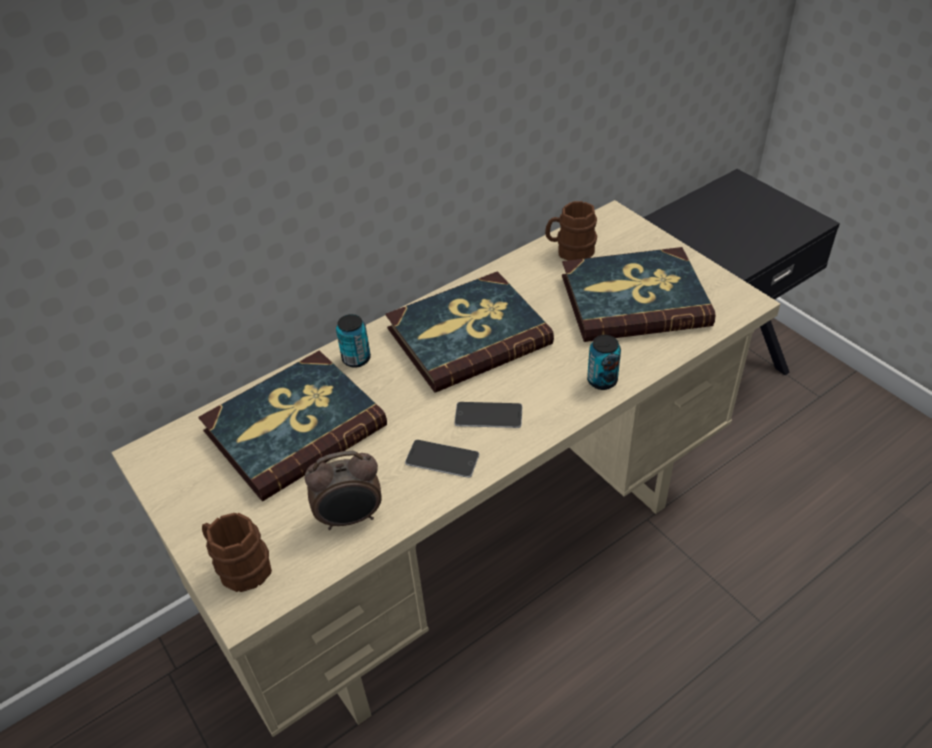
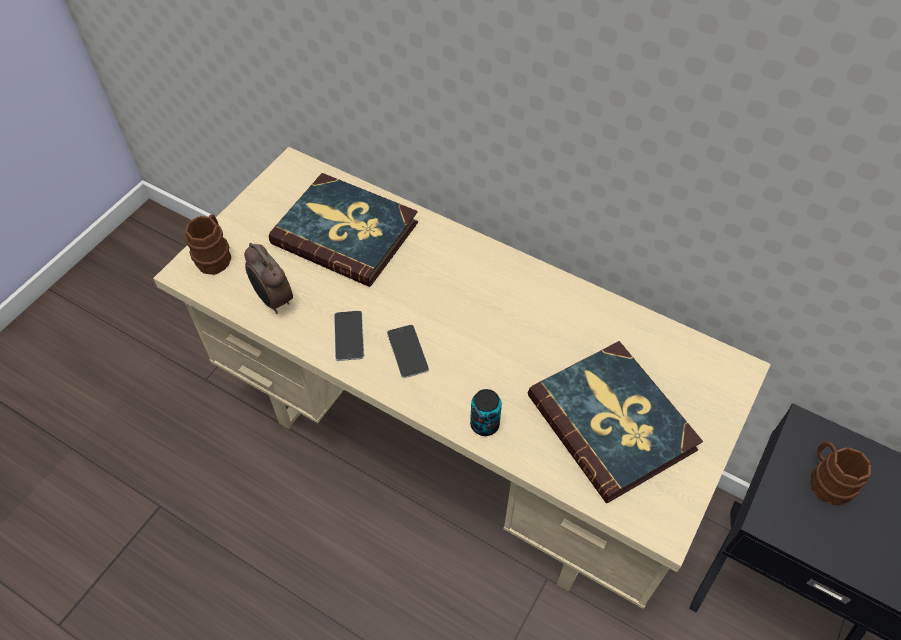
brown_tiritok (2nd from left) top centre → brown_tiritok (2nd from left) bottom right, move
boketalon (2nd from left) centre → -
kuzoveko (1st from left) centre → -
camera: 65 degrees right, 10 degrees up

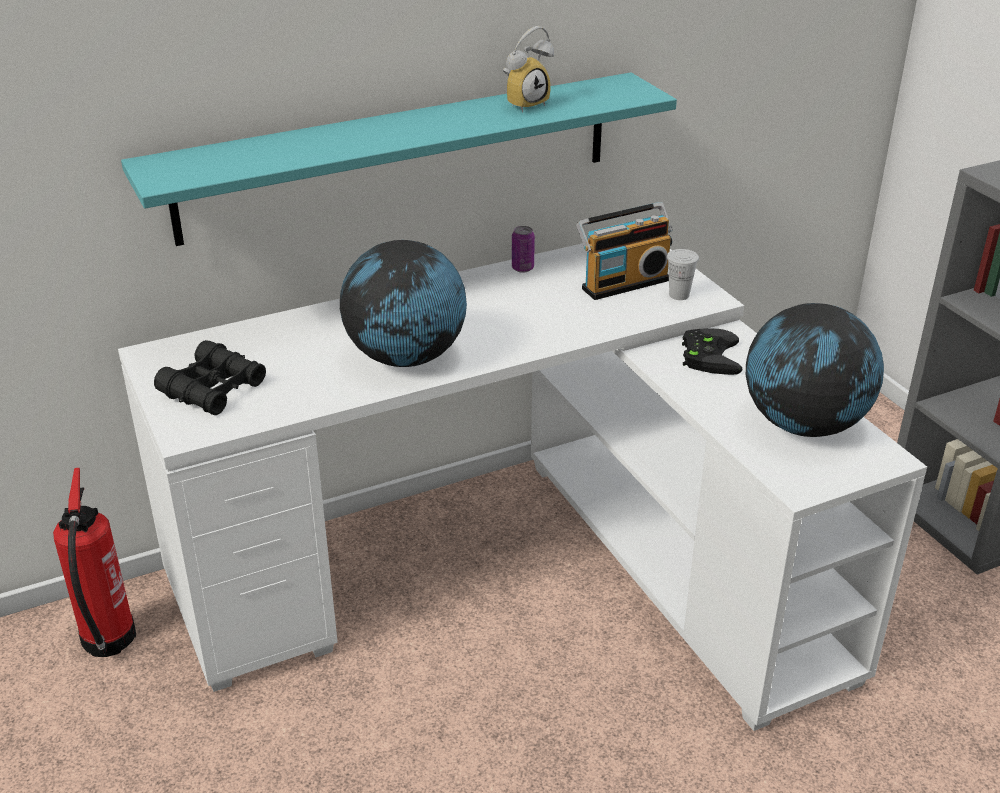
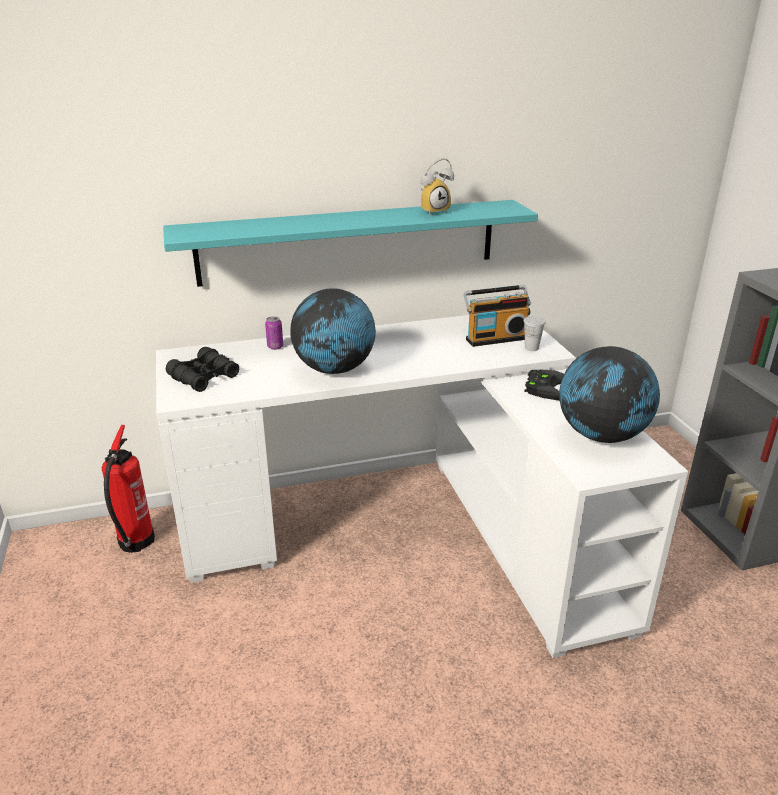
kuzoveko top centre → kuzoveko centre, move
camera: 10 degrees right, 5 degrees down

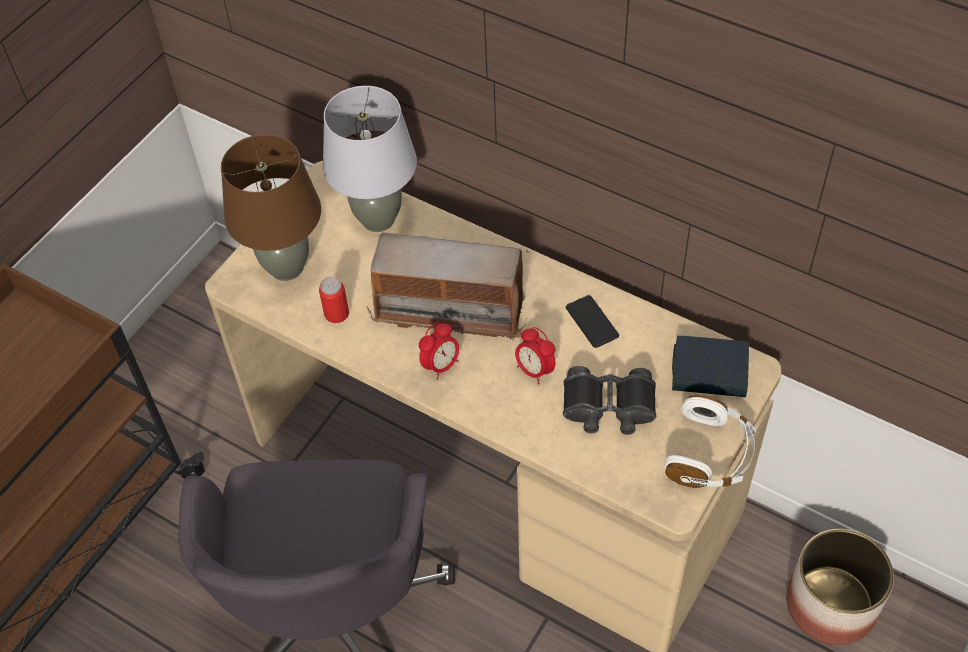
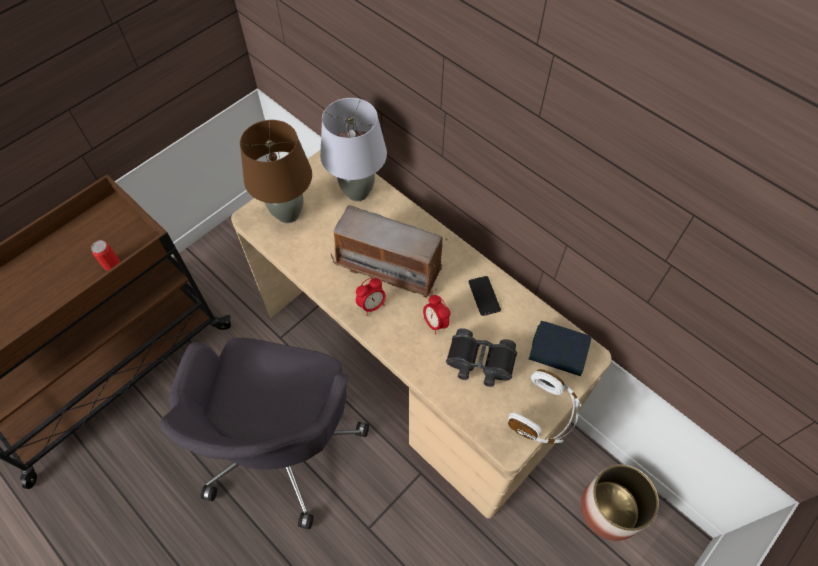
kuzoveko centre → kuzoveko middle left, move
camera: 10 degrees right, 5 degrees up

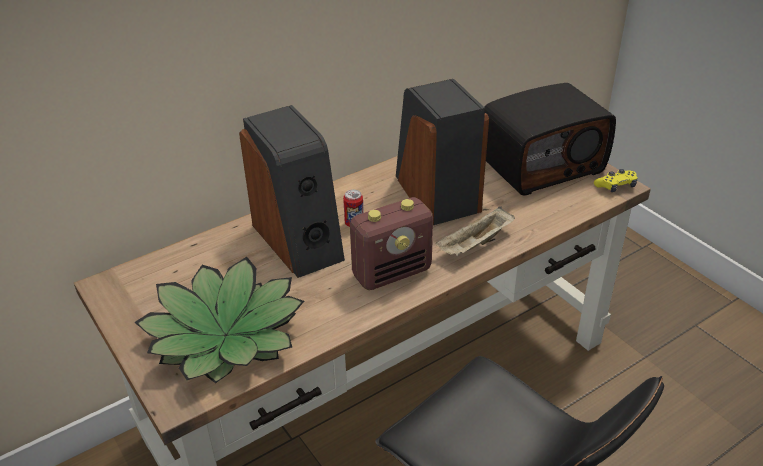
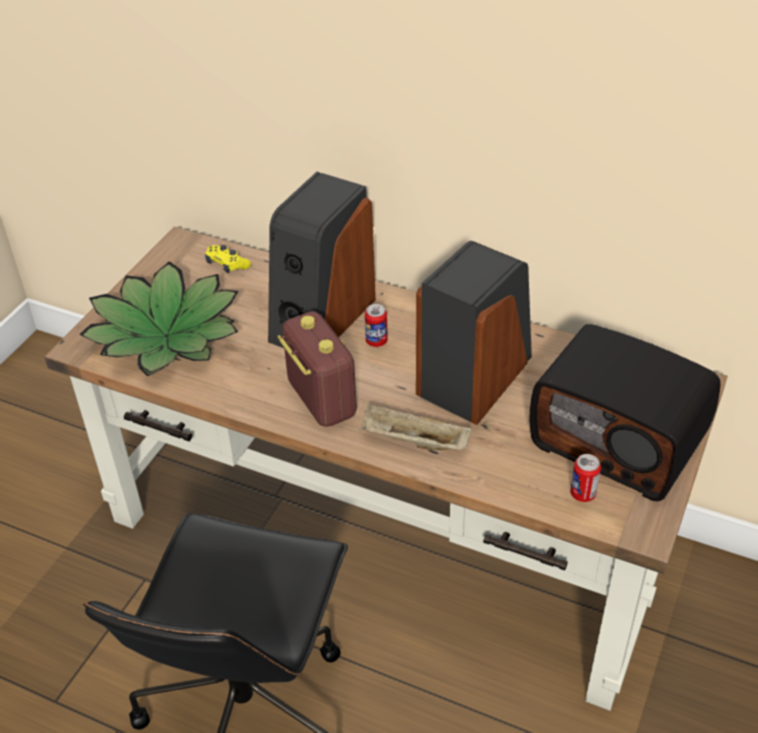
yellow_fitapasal middle right → yellow_fitapasal middle left, move
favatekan (1st from left) centre, 150 degrees counterclockwise
- → kuzoveko (2nd from left) middle right
camera: 60 degrees right, 5 degrees up

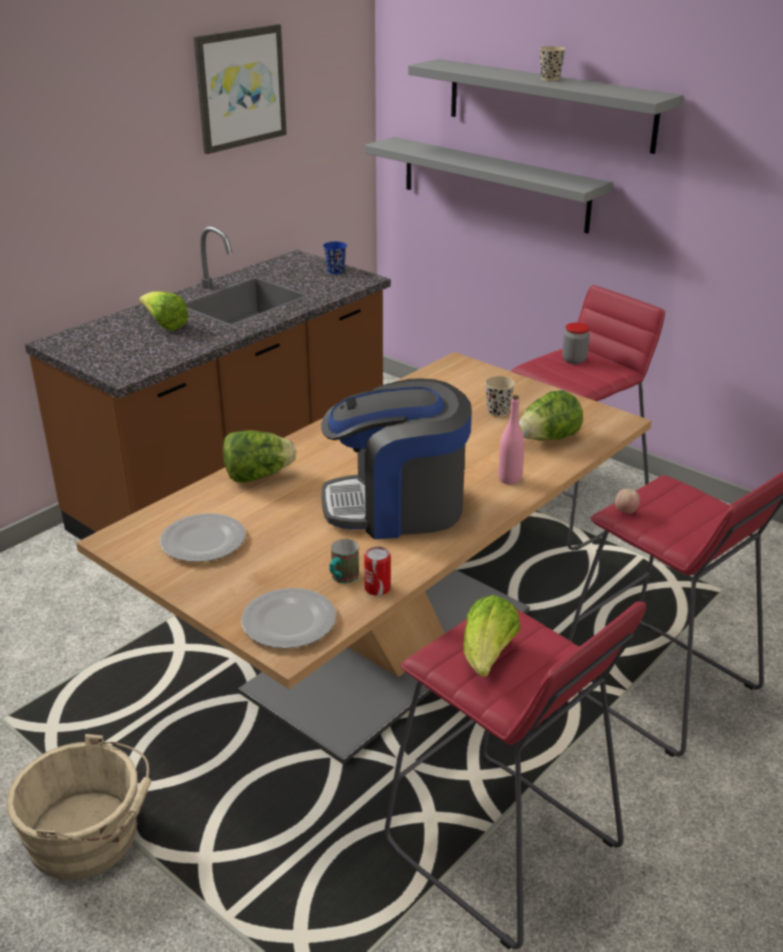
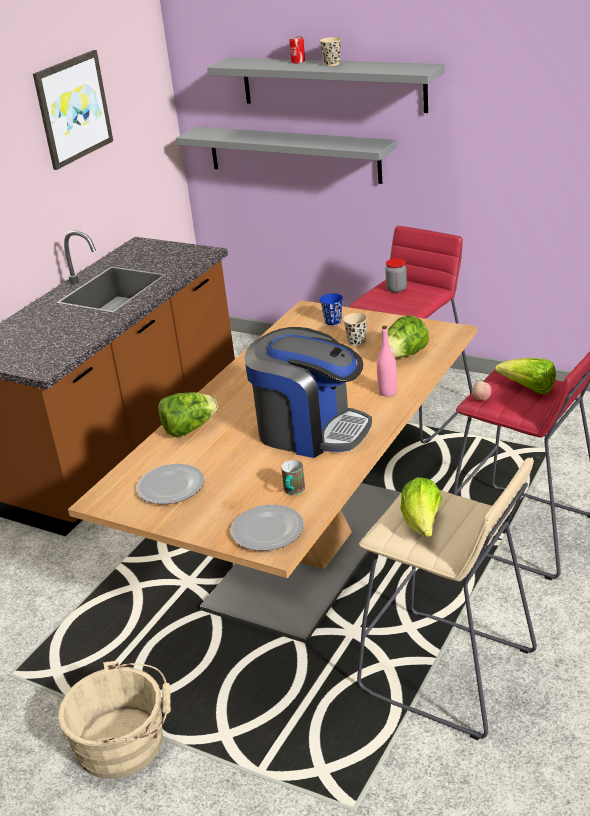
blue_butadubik top centre → blue_butadubik centre, move
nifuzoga (1st from left in the first image) top left → nifuzoga (4th from left) middle right, move
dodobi centre, 135 degrees counterclockwise
kuzoveko centre → kuzoveko top centre, move
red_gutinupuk (1st from left) bottom centre → beige_gutinupuk bottom right
camera: 10 degrees left, 0 degrees up

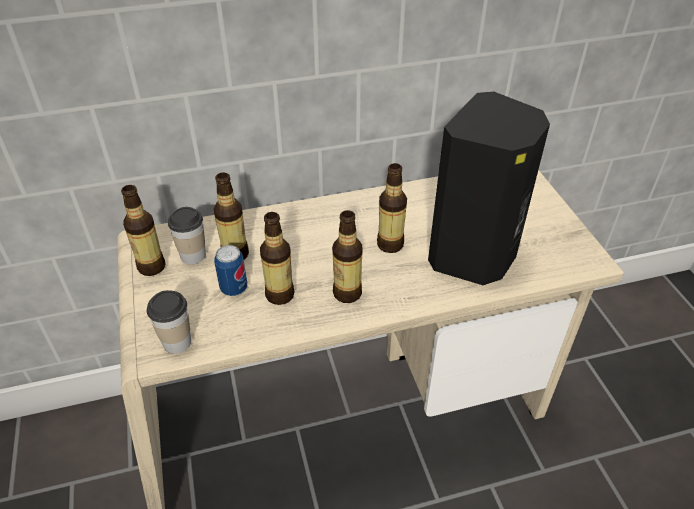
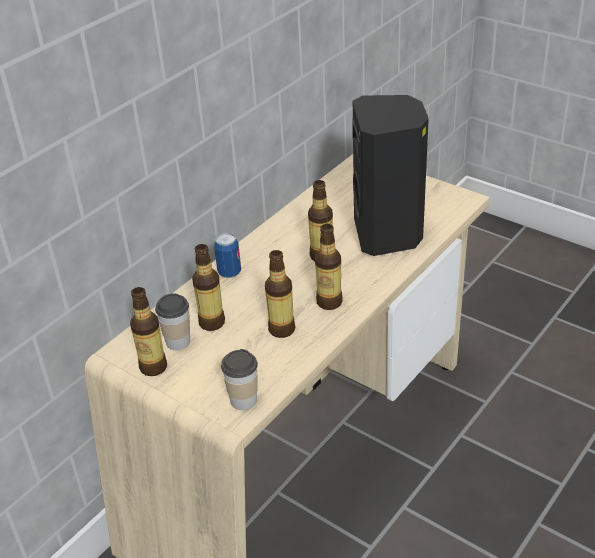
kuzoveko middle left → kuzoveko centre, move
camera: 35 degrees left, 5 degrees down

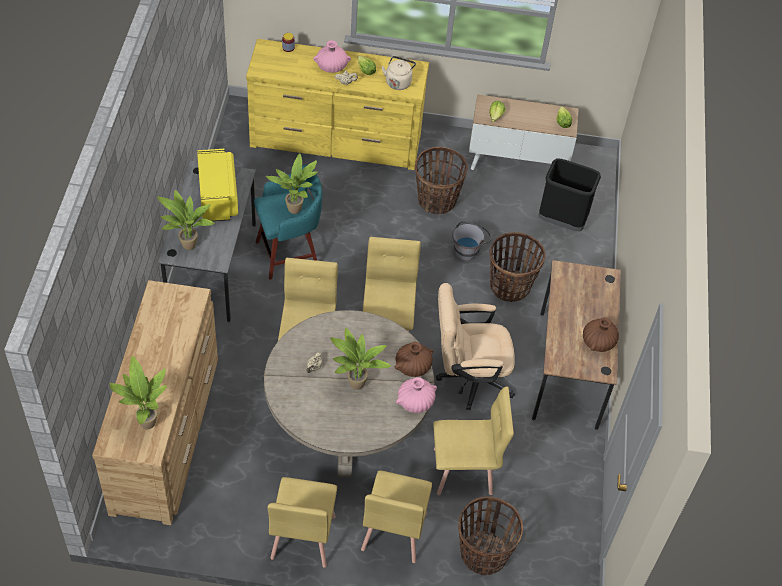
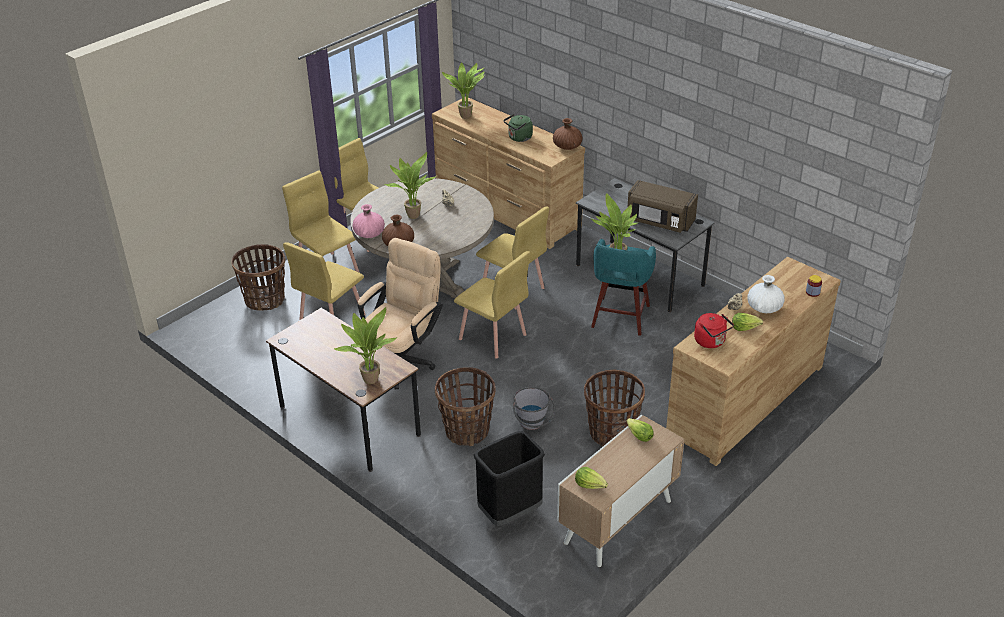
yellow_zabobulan top centre → brown_zabobulan (2nd from left) middle right
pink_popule (1st from left) top centre → white_popule middle right
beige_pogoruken top centre → red_pogoruken middle right
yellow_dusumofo top left → brown_dusumofo centre
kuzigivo (2nd from left in the first image) middle left → kuzigivo (1st from left) centre, move
brown_popule (2nd from left) middle right → brown_popule (2nd from left) top centre, move
- → green_pogoruken top centre
camera: 130 degrees right, 15 degrees down

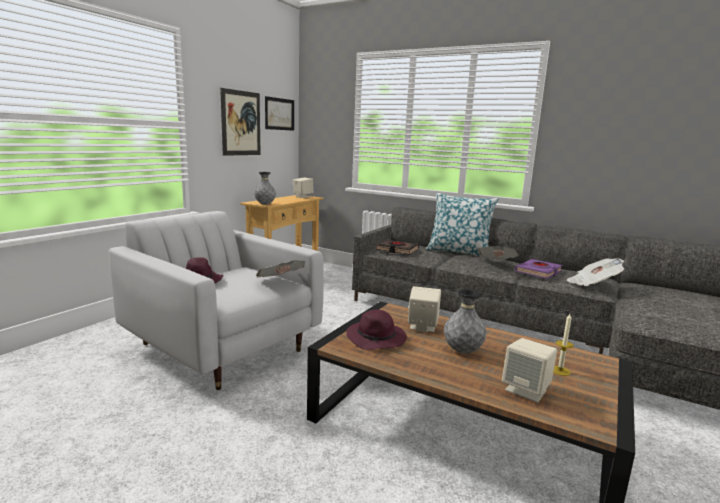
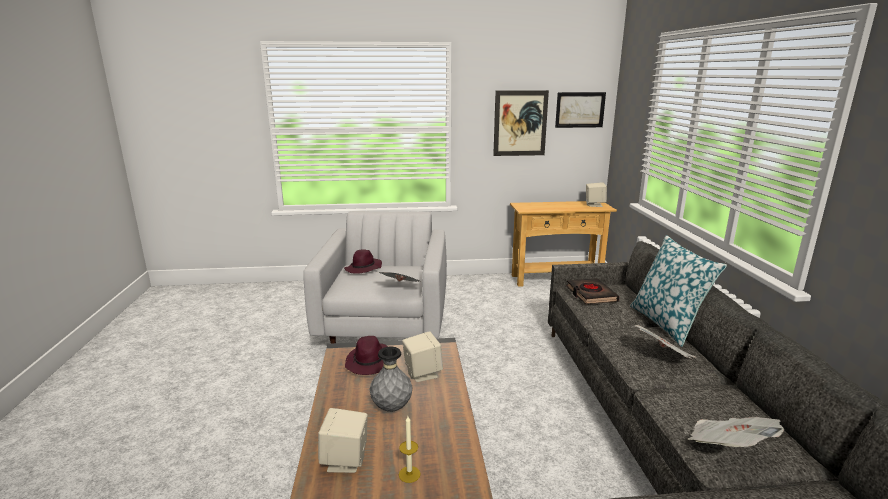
grey_popule (1st from left) centre → -
purple_boketalon middle right → -
camera: 55 degrees right, 5 degrees up

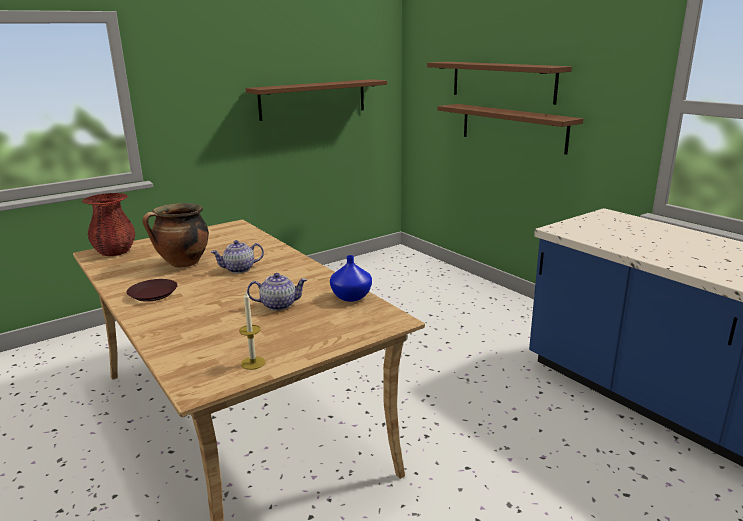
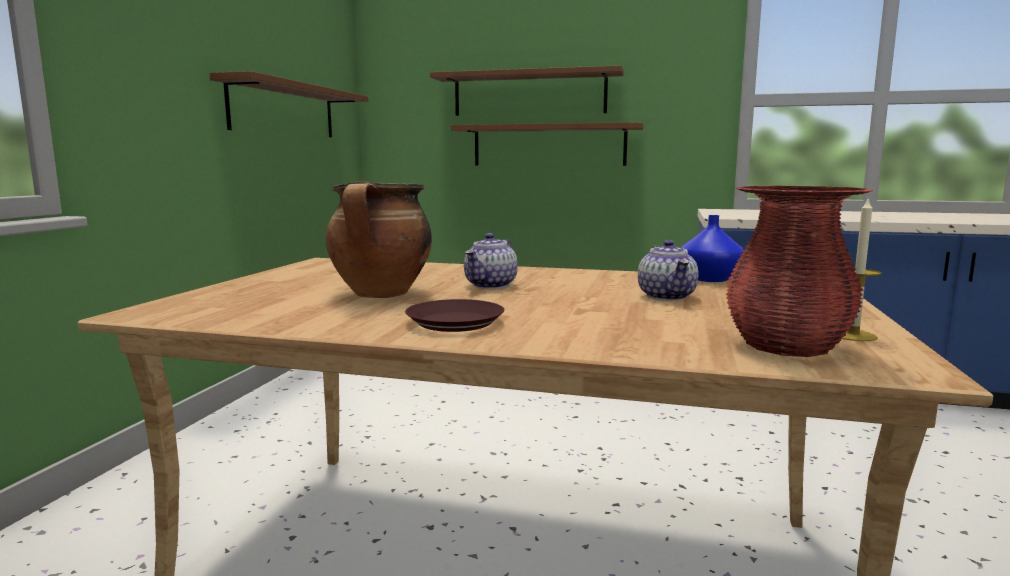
red_popule middle left → red_popule middle right, move
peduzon (2nd from left) centre, 135 degrees clockwise
camera: 40 degrees left, 10 degrees down

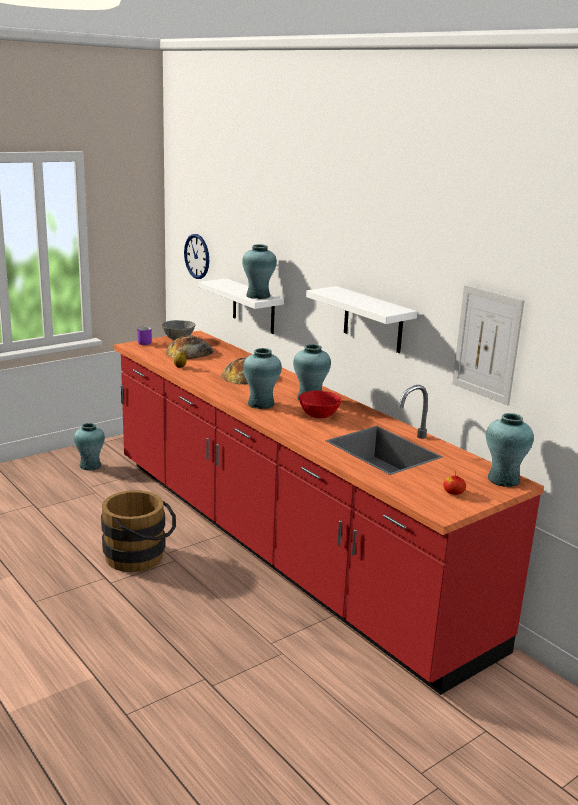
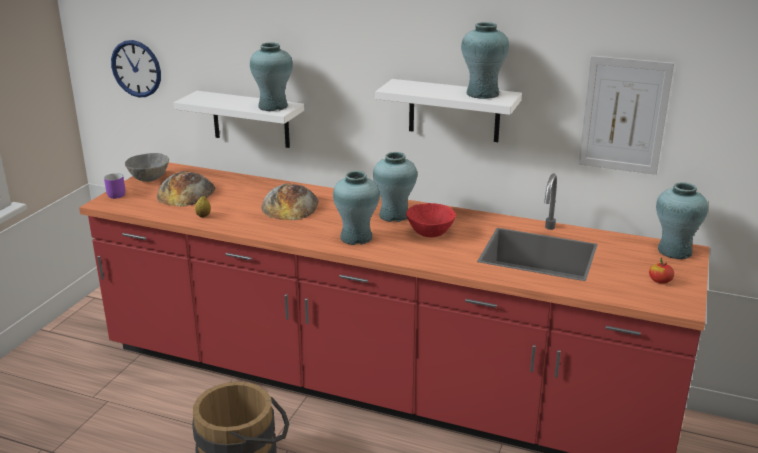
turquoise_popule (1st from left in the first image) middle left → turquoise_popule (4th from left) top centre, move
camera: 30 degrees left, 5 degrees up

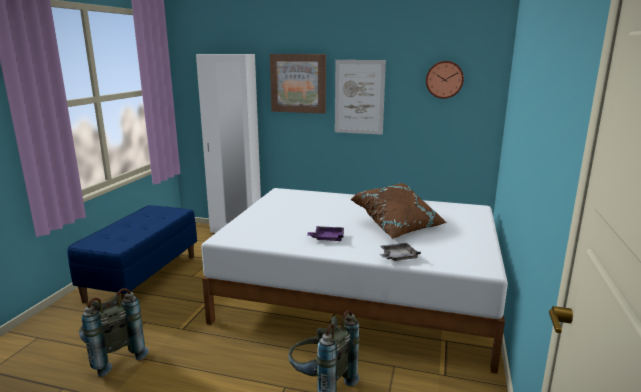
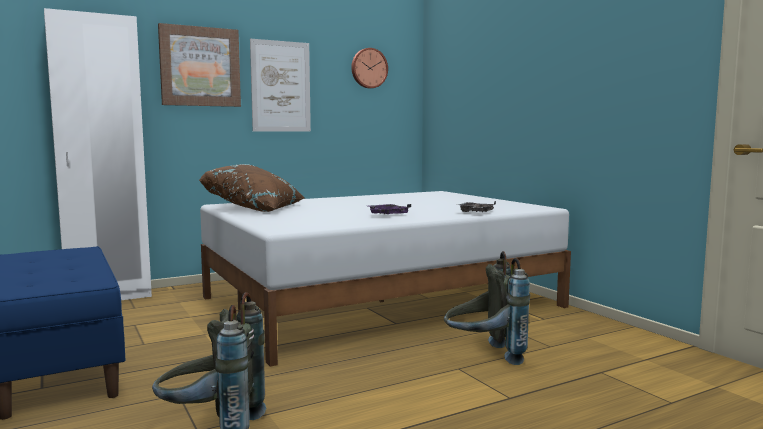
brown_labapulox centre → brown_labapulox middle left, move
camera: 45 degrees left, 10 degrees down

